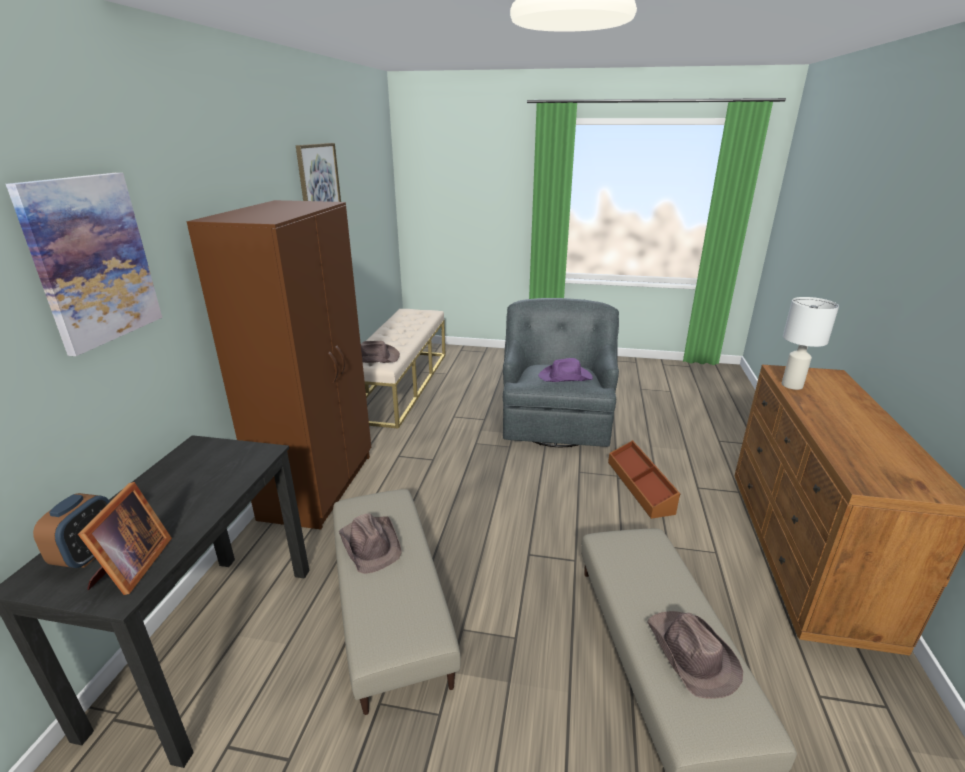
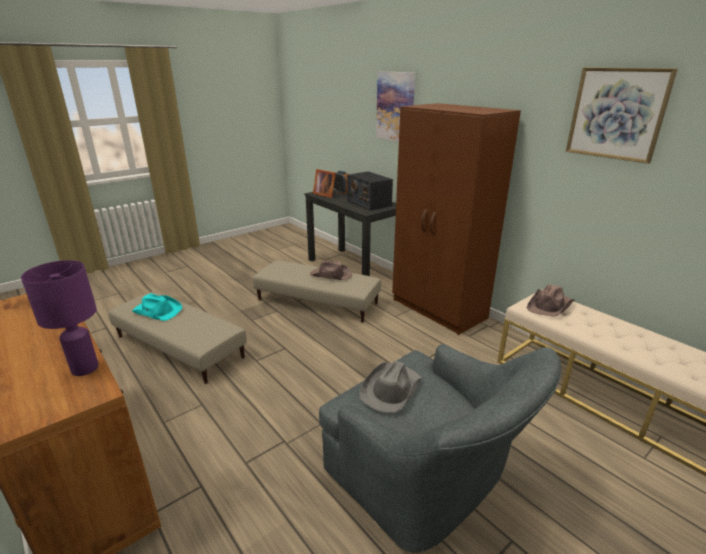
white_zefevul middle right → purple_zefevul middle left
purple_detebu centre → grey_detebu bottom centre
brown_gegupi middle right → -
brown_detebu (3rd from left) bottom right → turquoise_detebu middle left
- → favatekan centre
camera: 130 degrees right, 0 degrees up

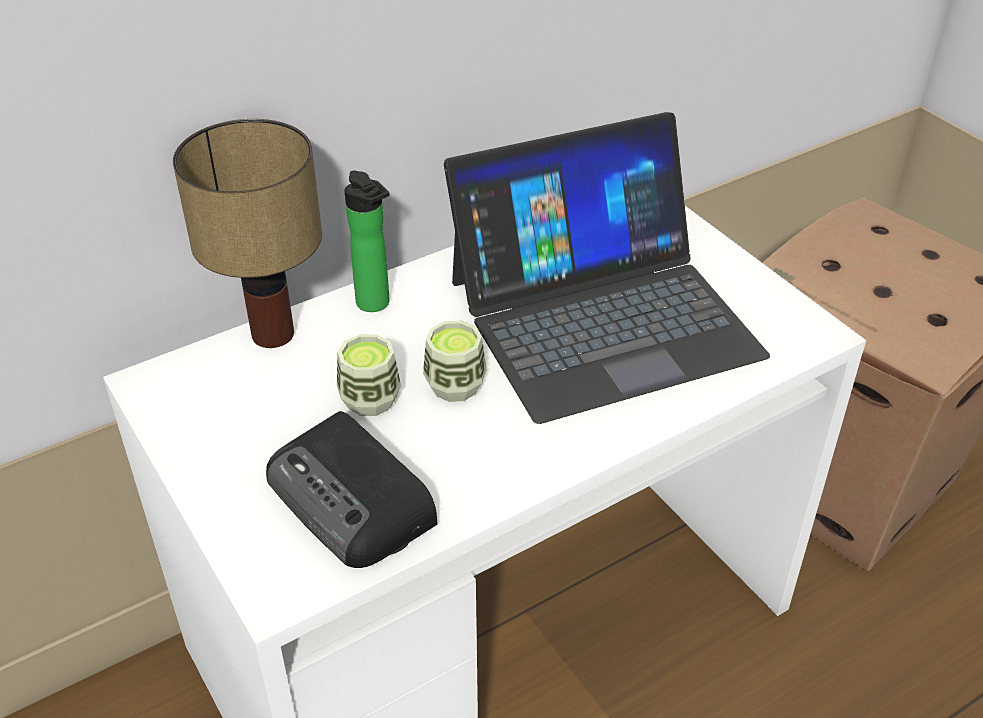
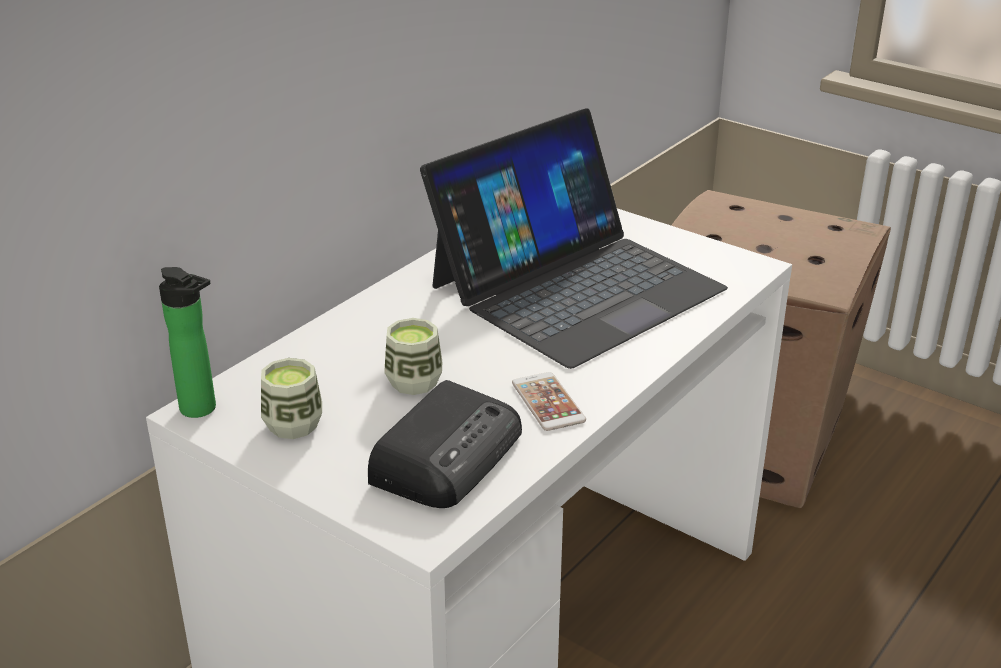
zefevul top left → -
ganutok centre → ganutok middle left, move
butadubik (2nd from left in the first image) centre → butadubik (1st from left) middle left, move
favatekan bottom centre → favatekan centre, 90 degrees counterclockwise
- → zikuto centre
camera: 20 degrees left, 10 degrees down

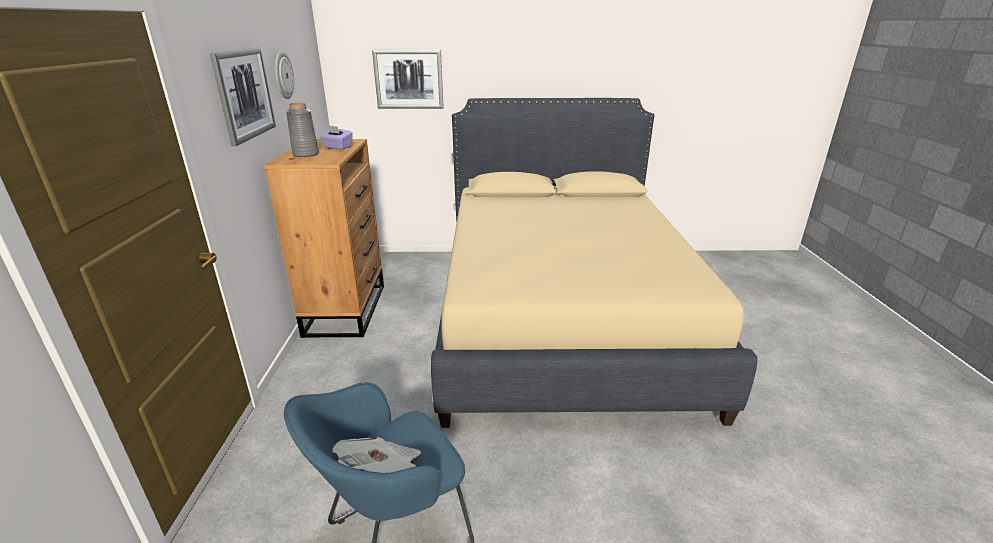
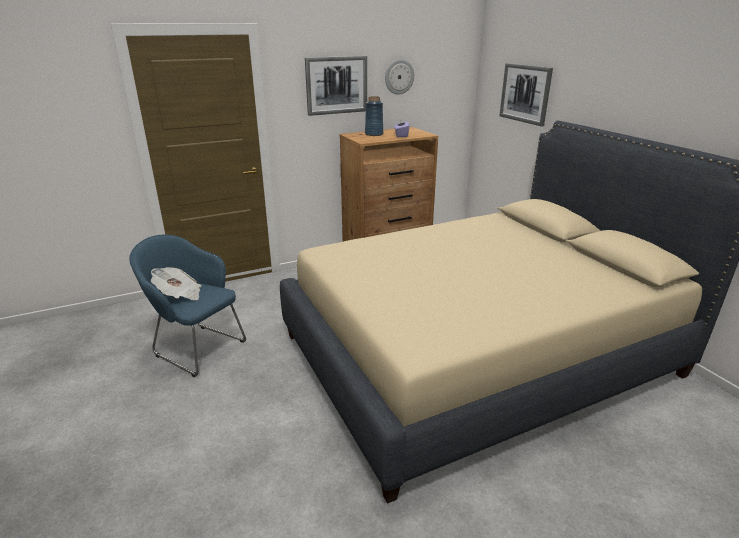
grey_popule top left → blue_popule top centre
camera: 65 degrees right, 0 degrees up

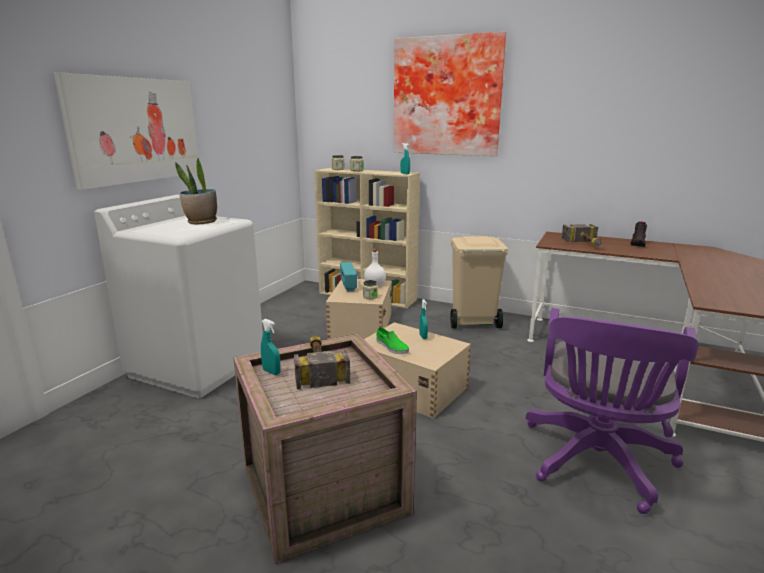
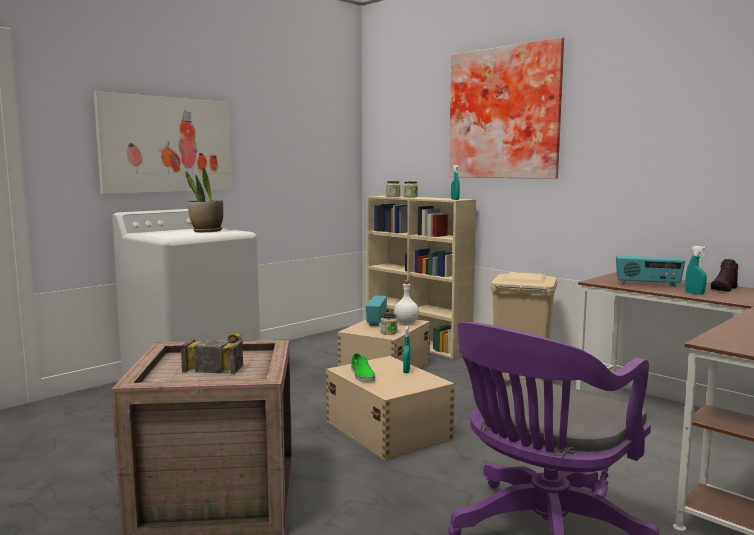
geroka (2nd from left) middle right → favatekan (2nd from left) middle right
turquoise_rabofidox (1st from left in the first image) centre → turquoise_rabofidox (3rd from left) middle right, move
camera: 20 degrees right, 10 degrees down

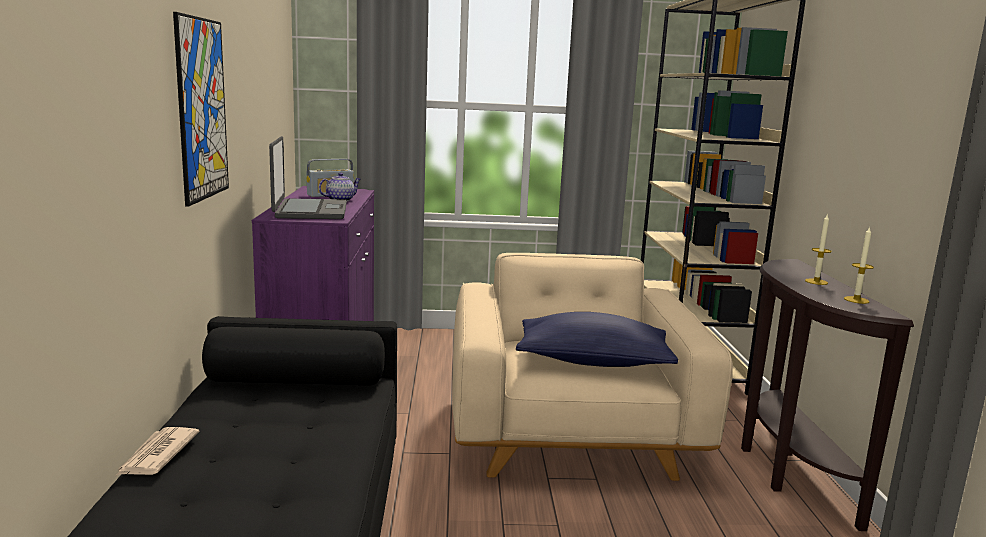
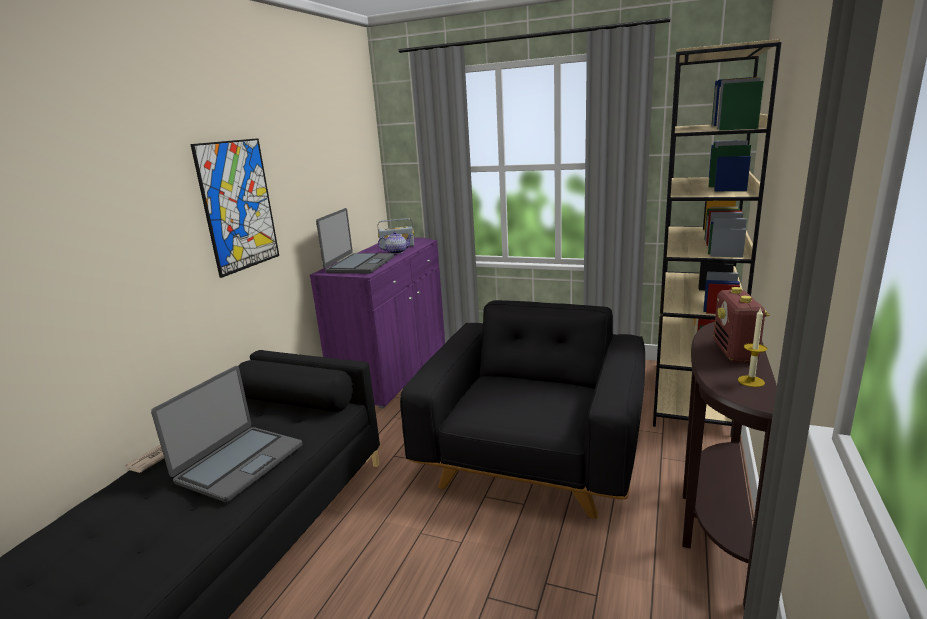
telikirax (1st from left) middle right → favatekan (2nd from left) middle right
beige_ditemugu bottom centre → black_ditemugu centre
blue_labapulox centre → -
- → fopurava (1st from left) bottom left
camera: 25 degrees right, 5 degrees up

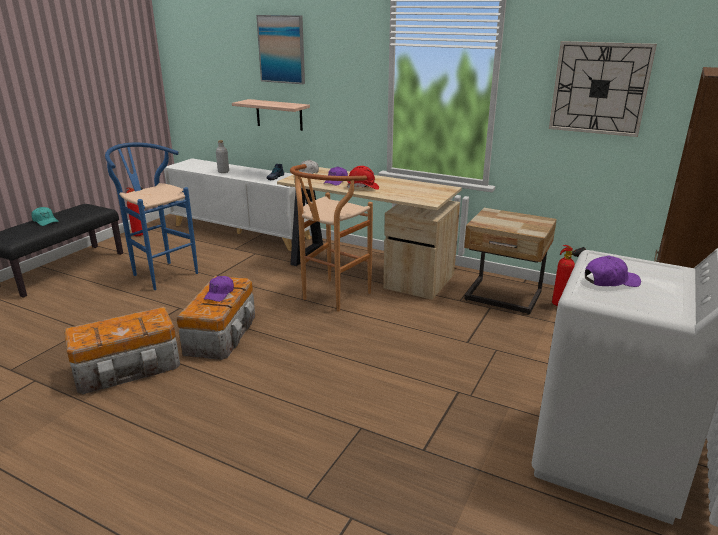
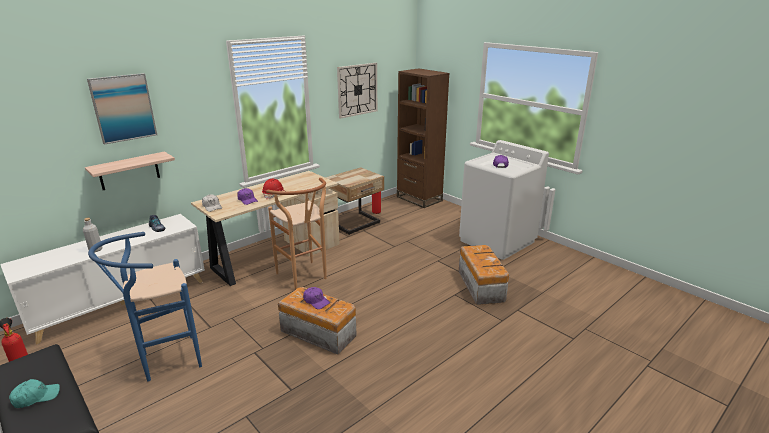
gegupi (1st from left in the first image) middle left → gegupi (2nd from left) centre, move
camera: 70 degrees left, 0 degrees up

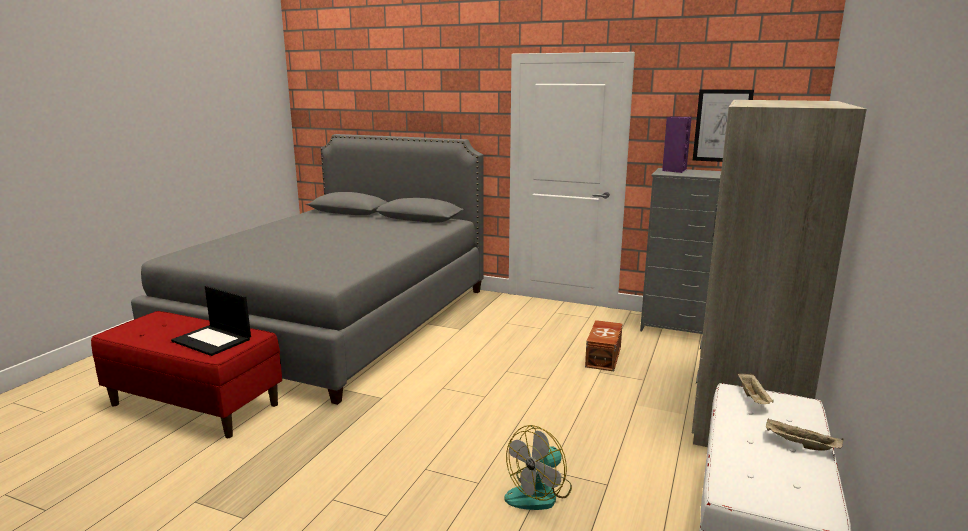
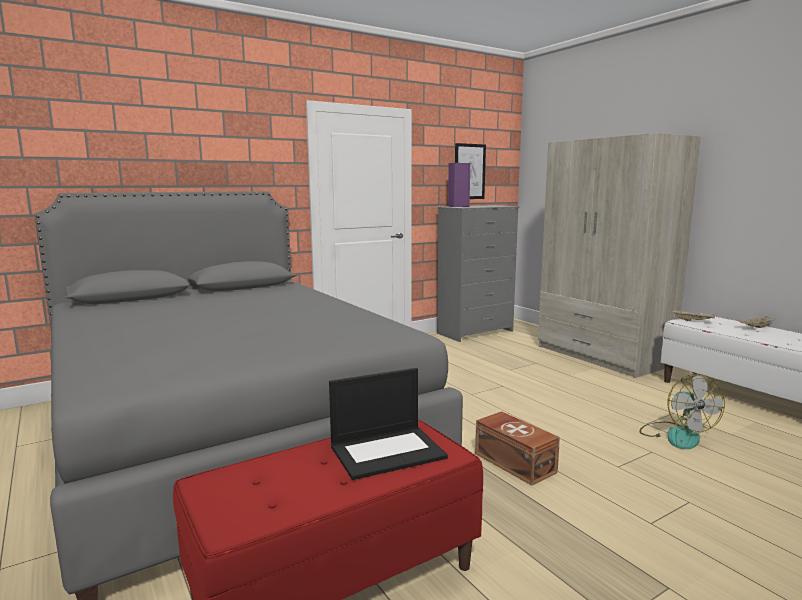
brown_gegupi centre → brown_gegupi bottom centre, move
camera: 55 degrees left, 5 degrees down

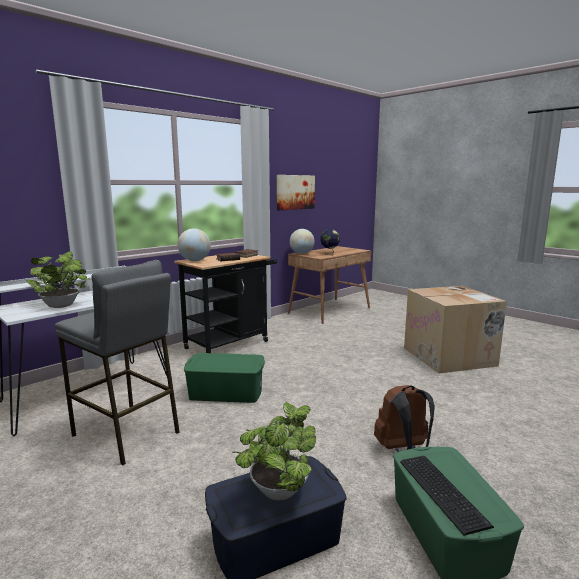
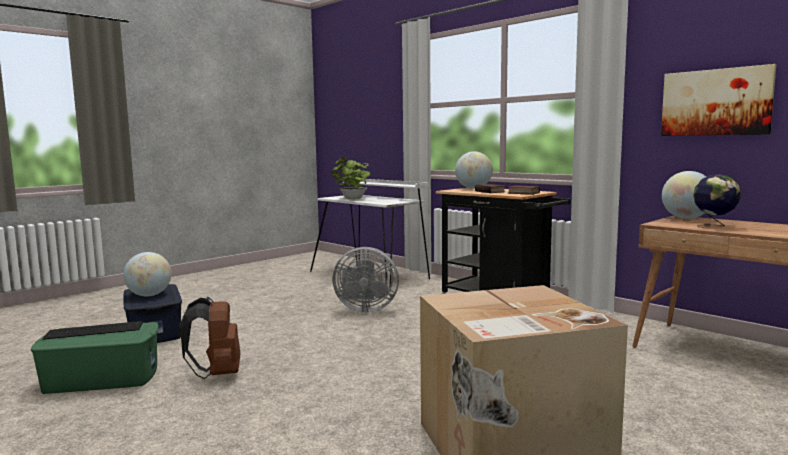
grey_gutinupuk middle left → -
green_gegupi (1st from left) centre → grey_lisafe centre
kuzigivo (2nd from left) bottom centre → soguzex (1st from left) middle left
camera: 90 degrees right, 5 degrees down

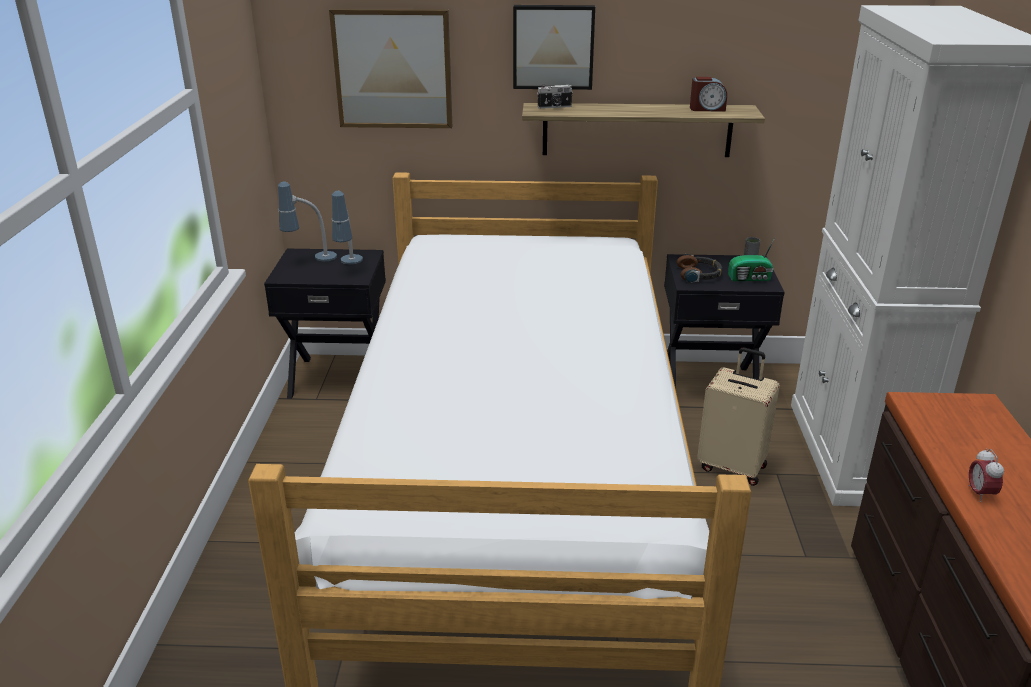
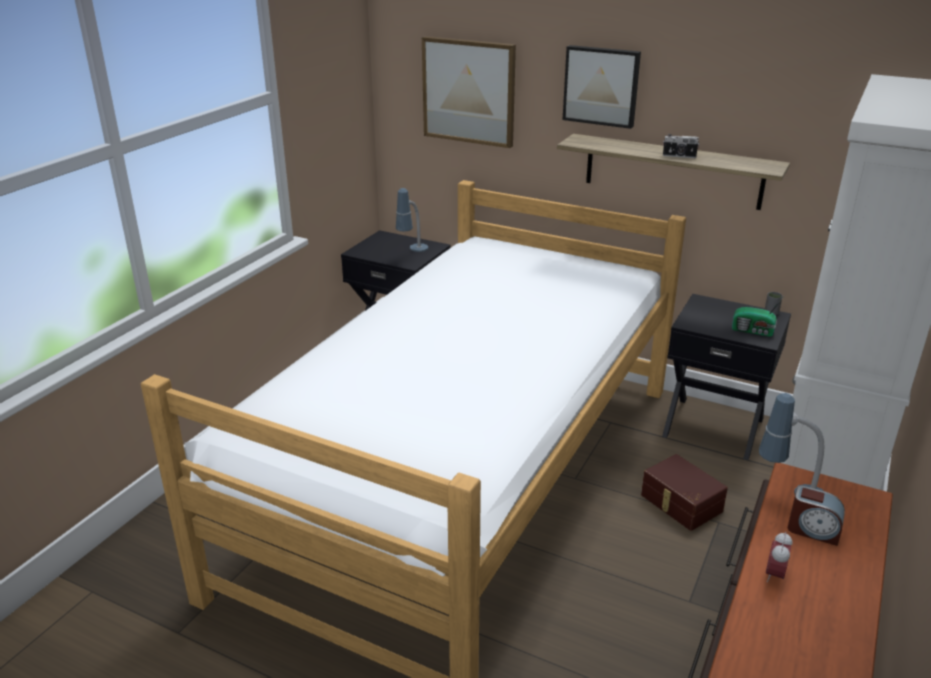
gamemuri (1st from left in the first image) top right → gamemuri (2nd from left) bottom right, move
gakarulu top centre → gakarulu top right, move
zefevul (1st from left in the first image) top left → zefevul (2nd from left) middle right, move
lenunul middle right → -
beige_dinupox middle right → brown_gegupi bottom right
camera: 25 degrees right, 0 degrees up

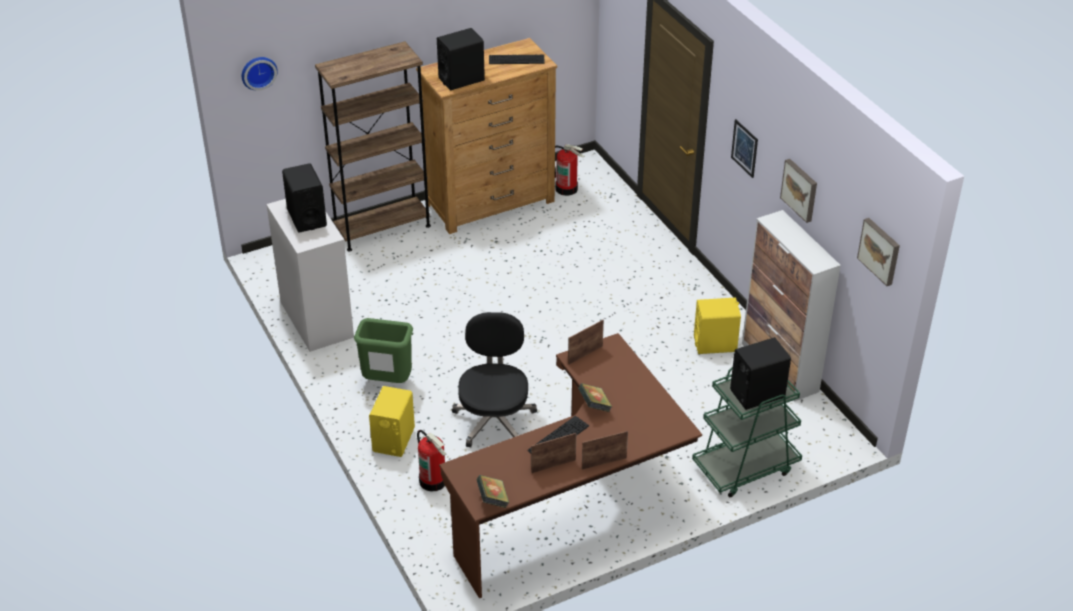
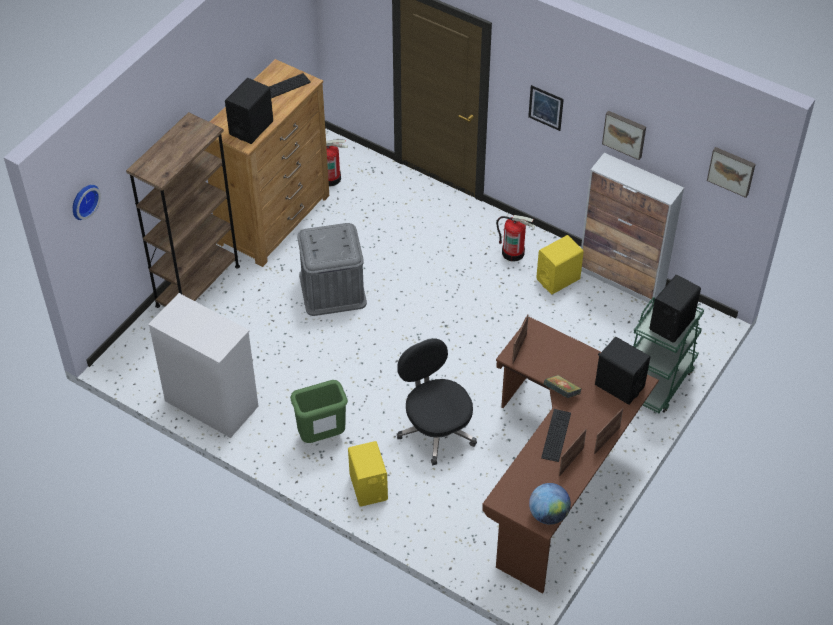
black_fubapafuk (1st from left in the first image) top left → black_fubapafuk (2nd from left) middle right, move
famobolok (1st from left in the first image) bottom centre → famobolok (2nd from left) centre, move
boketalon (1st from left) bottom centre → soguzex bottom centre
- → grey_gegupi centre
camera: 30 degrees left, 10 degrees up

